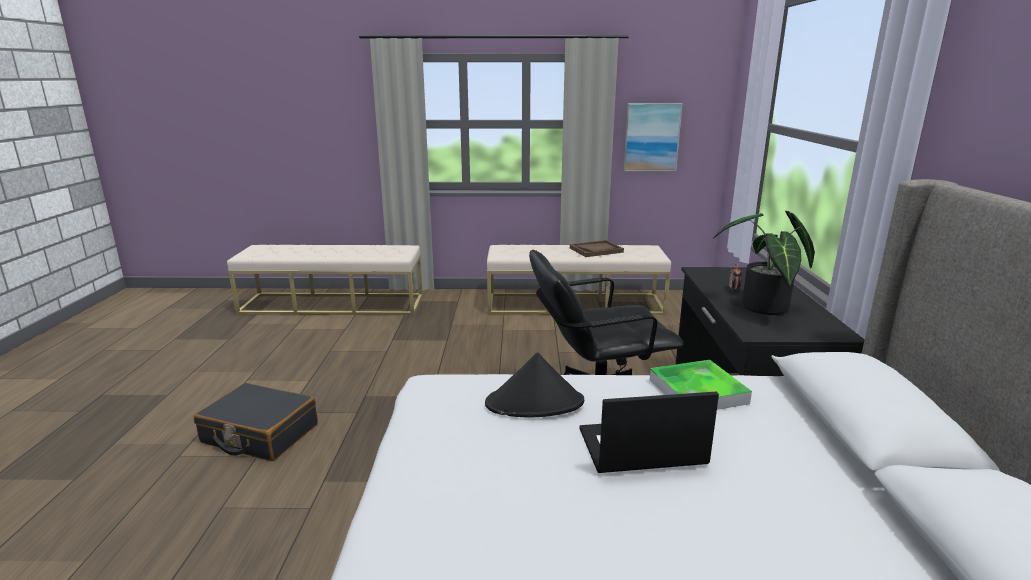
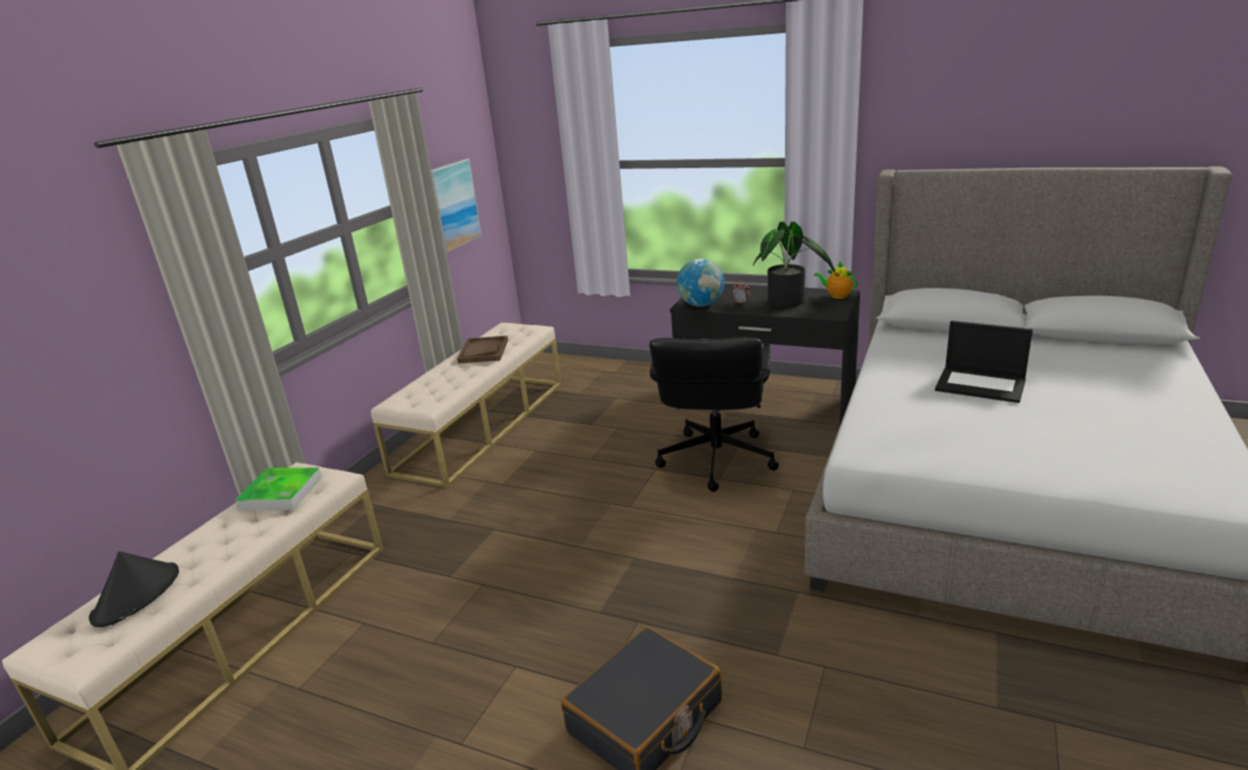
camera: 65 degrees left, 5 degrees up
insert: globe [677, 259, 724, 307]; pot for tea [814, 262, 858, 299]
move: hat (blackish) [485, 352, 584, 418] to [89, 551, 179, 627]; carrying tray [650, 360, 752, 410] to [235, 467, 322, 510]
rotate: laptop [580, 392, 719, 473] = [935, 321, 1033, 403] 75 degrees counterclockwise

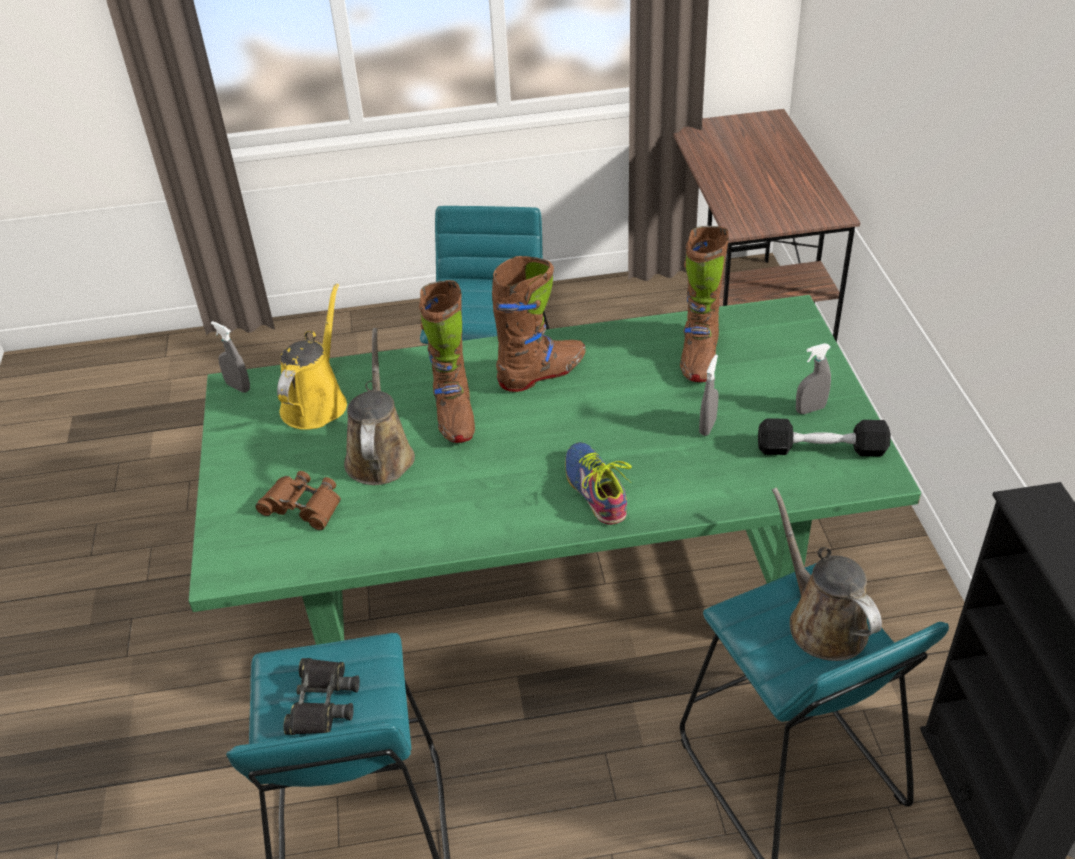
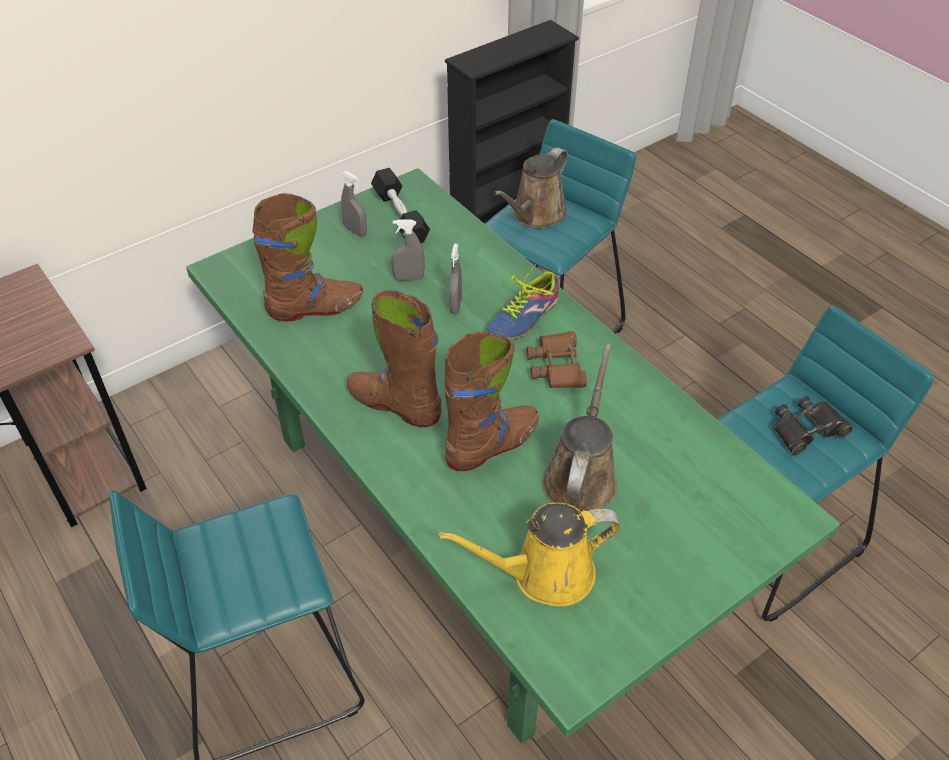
camera: 120 degrees left, 5 degrees up
move: sprayer (gray) [211, 321, 250, 393] to [449, 243, 462, 314]; pair of binoculars (brownish) [255, 471, 341, 530] to [527, 331, 587, 388]
rotate: watering can (brownish) [344, 328, 415, 485] = [542, 344, 617, 512] 135 degrees clockwise

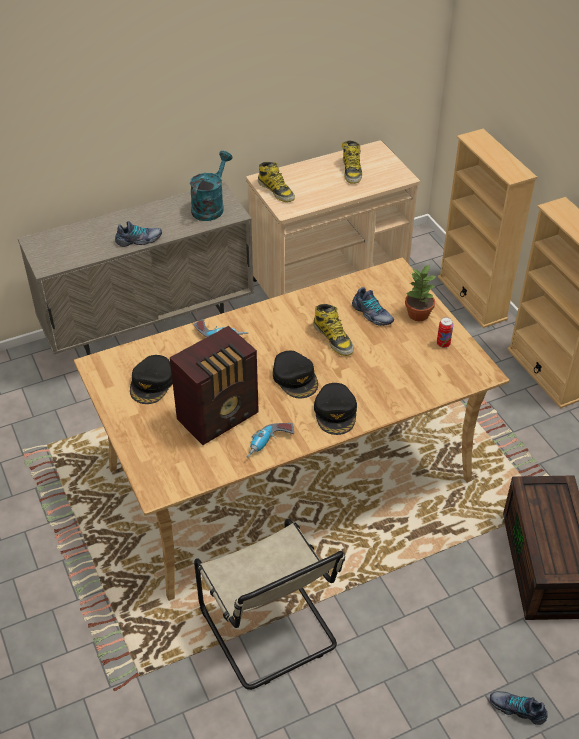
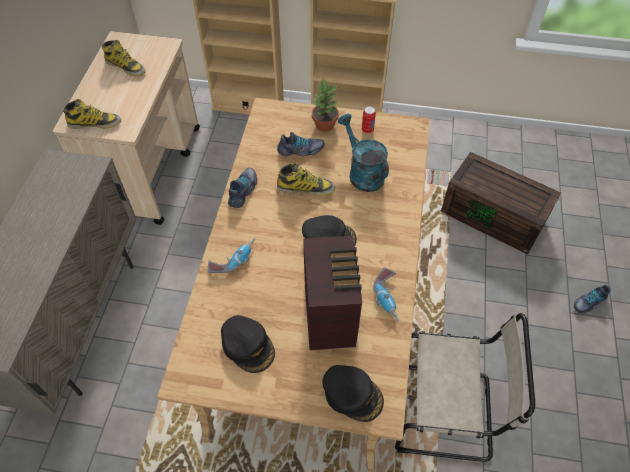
camera: 55 degrees left, 10 degrees up
move: item of footwear [115, 221, 162, 247] to [228, 168, 257, 208]; watering can (turquoise) [190, 151, 233, 221] to [337, 114, 389, 192]; baseball cap (blackish) [314, 383, 357, 435] to [322, 365, 384, 422]

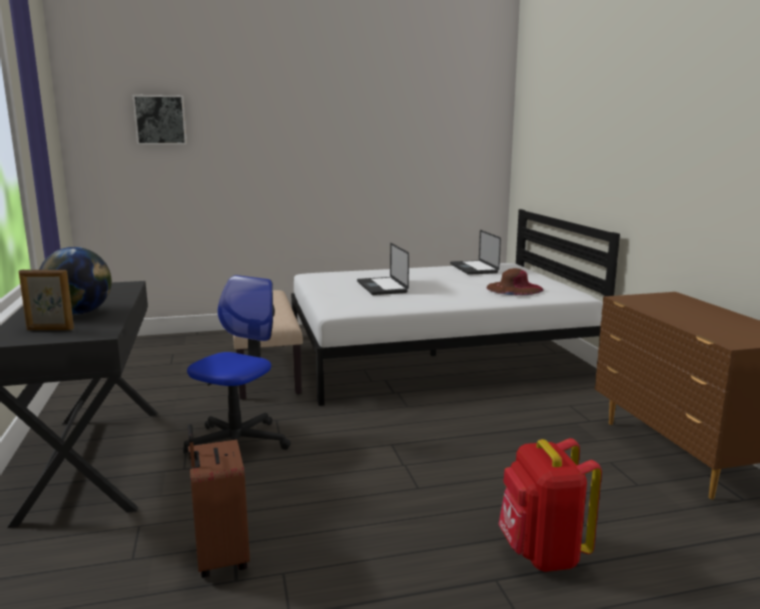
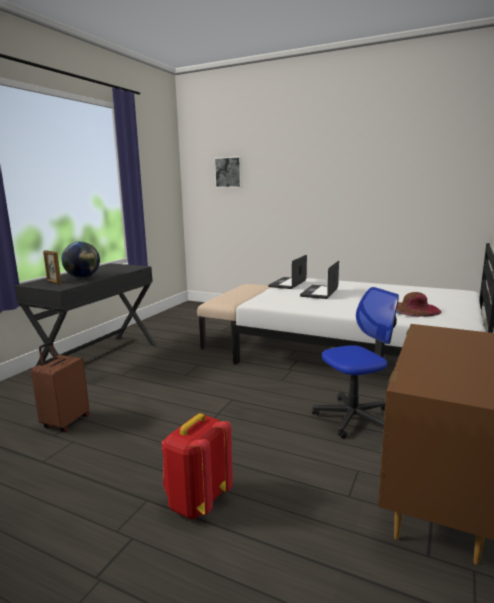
camera: 40 degrees right, 0 degrees up
move: computer chair [183, 275, 291, 454] to [312, 287, 399, 439]; laptop [450, 230, 501, 275] to [268, 255, 307, 289]

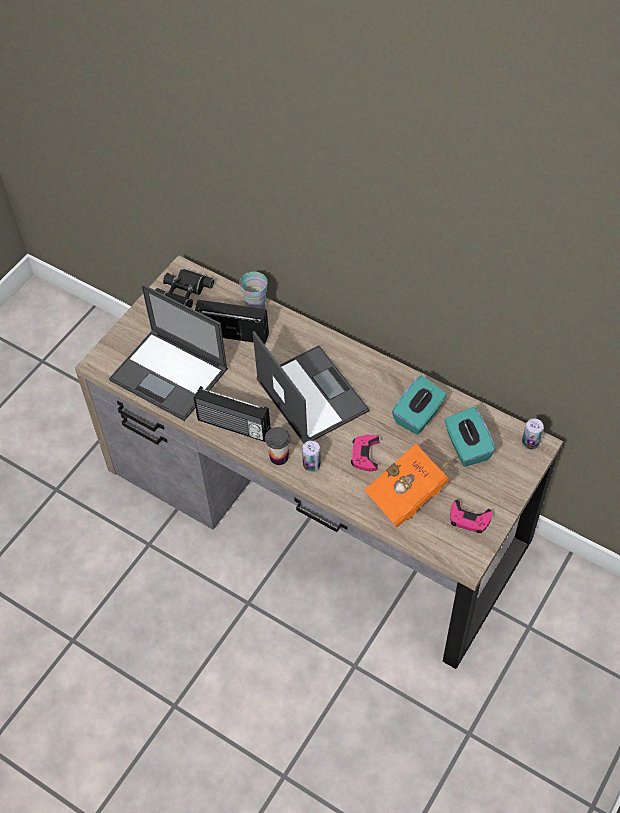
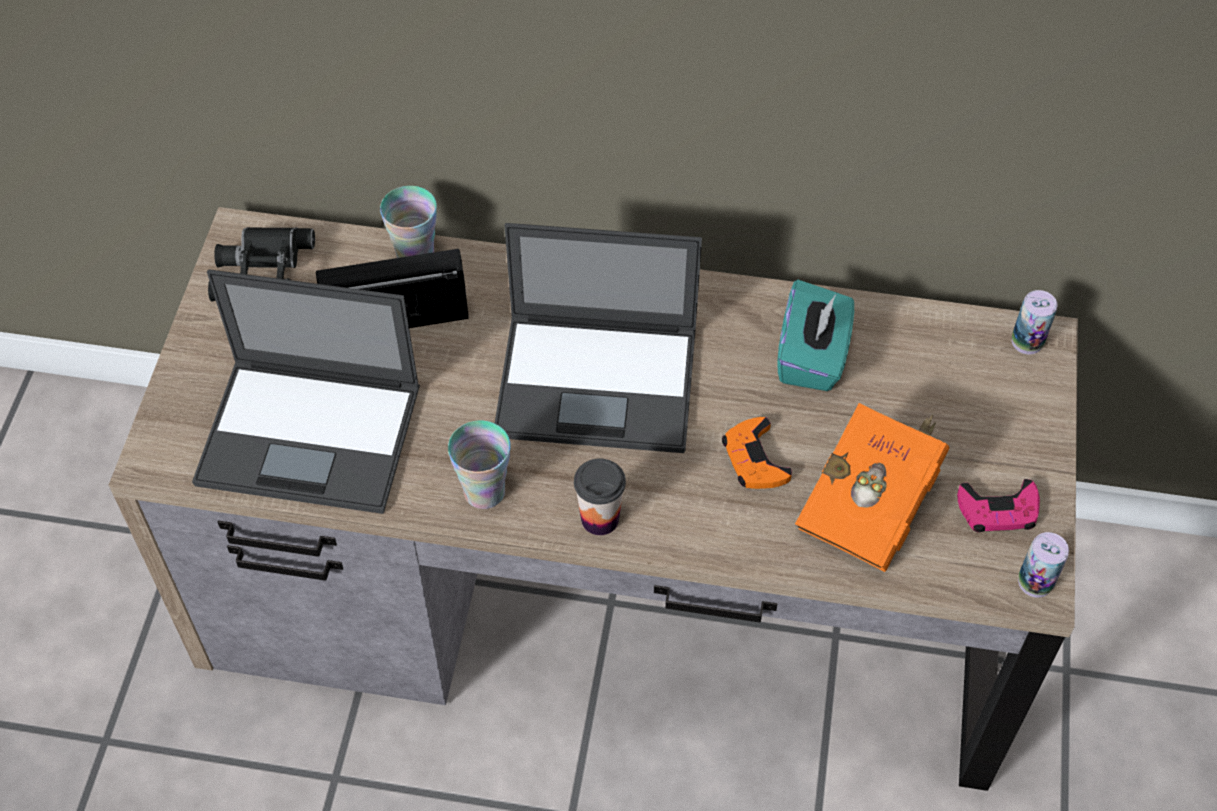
camera: 25 degrees left, 0 degrees up
delete: tissue box (turquoise) [444, 406, 495, 467]
move: sealed can [302, 441, 321, 473] to [1018, 532, 1069, 598]
replace: radio set [194, 386, 271, 442] to cup [448, 420, 511, 509]
recolor: joypad (pink-coloured) [351, 435, 379, 471] to joypad (orange-coloured) [722, 417, 792, 489]
rotate: laptop [253, 331, 370, 444] = [495, 223, 702, 453] 150 degrees clockwise

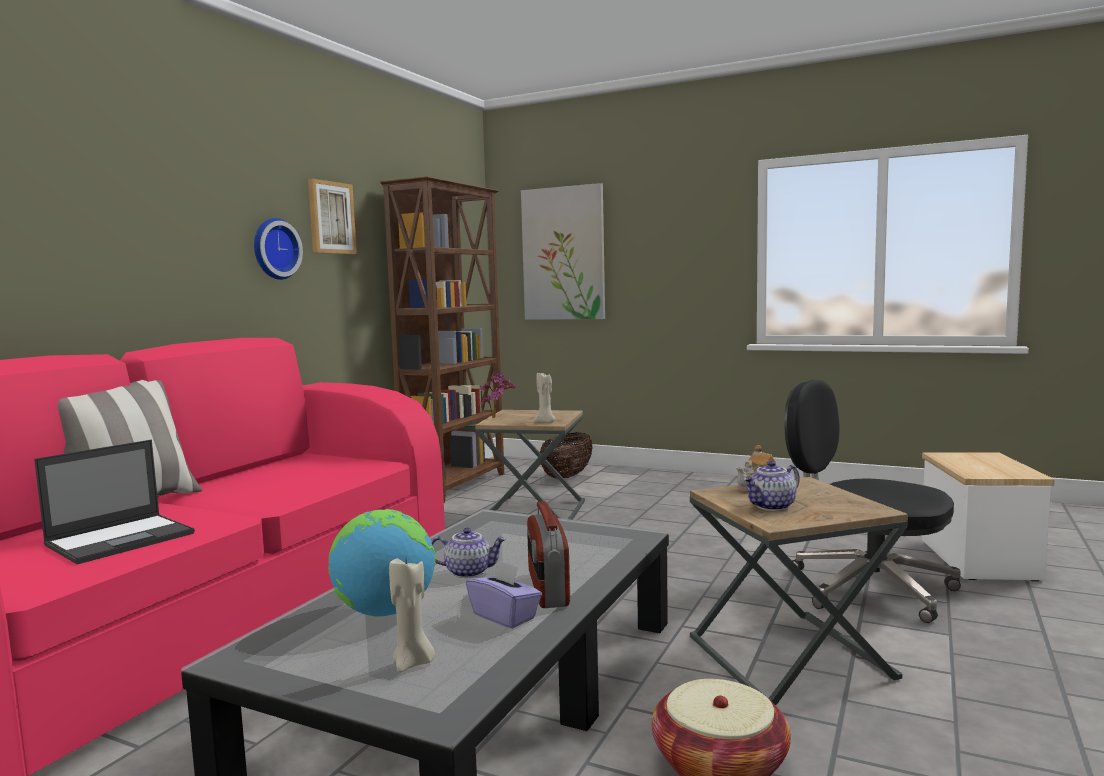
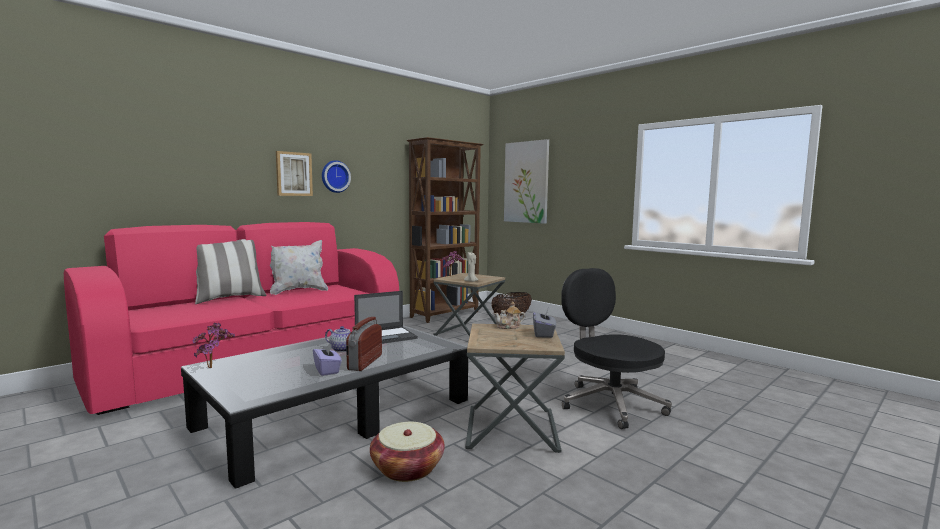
camera: 20 degrees right, 0 degrees up
delete: globe [328, 509, 435, 617]; candle (sand-coloured) [389, 559, 435, 672]; pot for tea [743, 461, 800, 511]; accent table [922, 452, 1055, 581]
insert: potted plant [192, 322, 235, 368]; throw pillow (white) [270, 240, 328, 295]; tissue box (gray) [533, 309, 556, 338]
move: laptop [34, 440, 195, 564] to [354, 291, 418, 344]; picture [308, 178, 357, 254] to [276, 151, 313, 196]

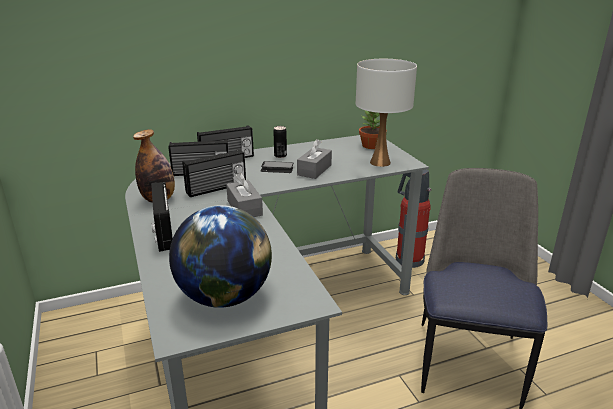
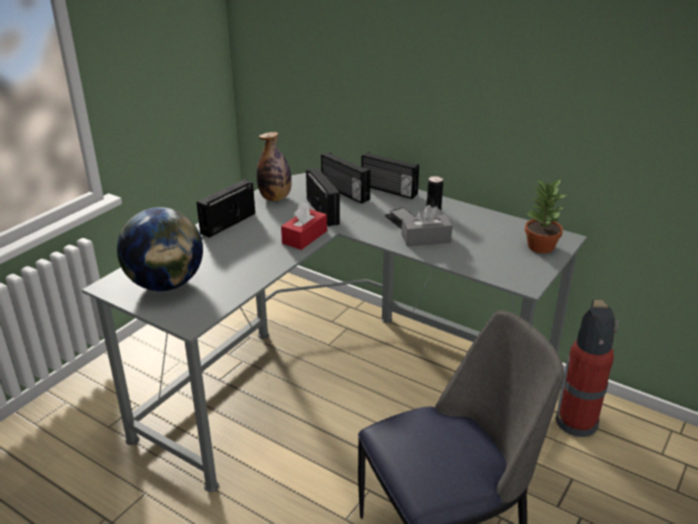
camera: 55 degrees right, 5 degrees up
delete: lamp for a table (white) [356, 59, 417, 167]
recolor: tissue box (gray) [226, 173, 263, 217] to tissue box (reddish) [281, 202, 327, 250]
rotate: radio set [182, 149, 246, 197] = [306, 167, 340, 226] 135 degrees counterclockwise

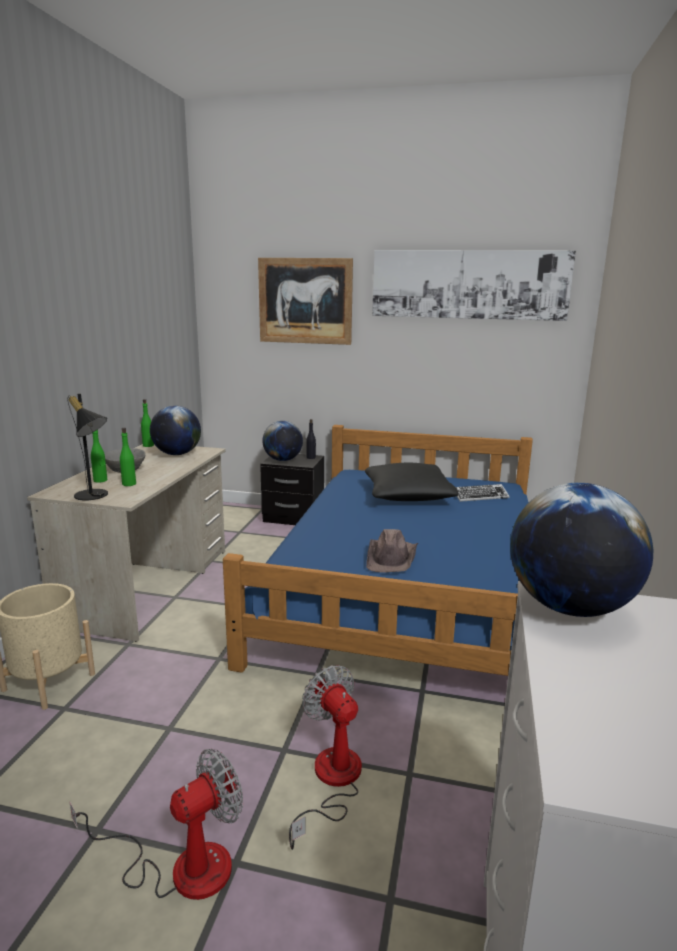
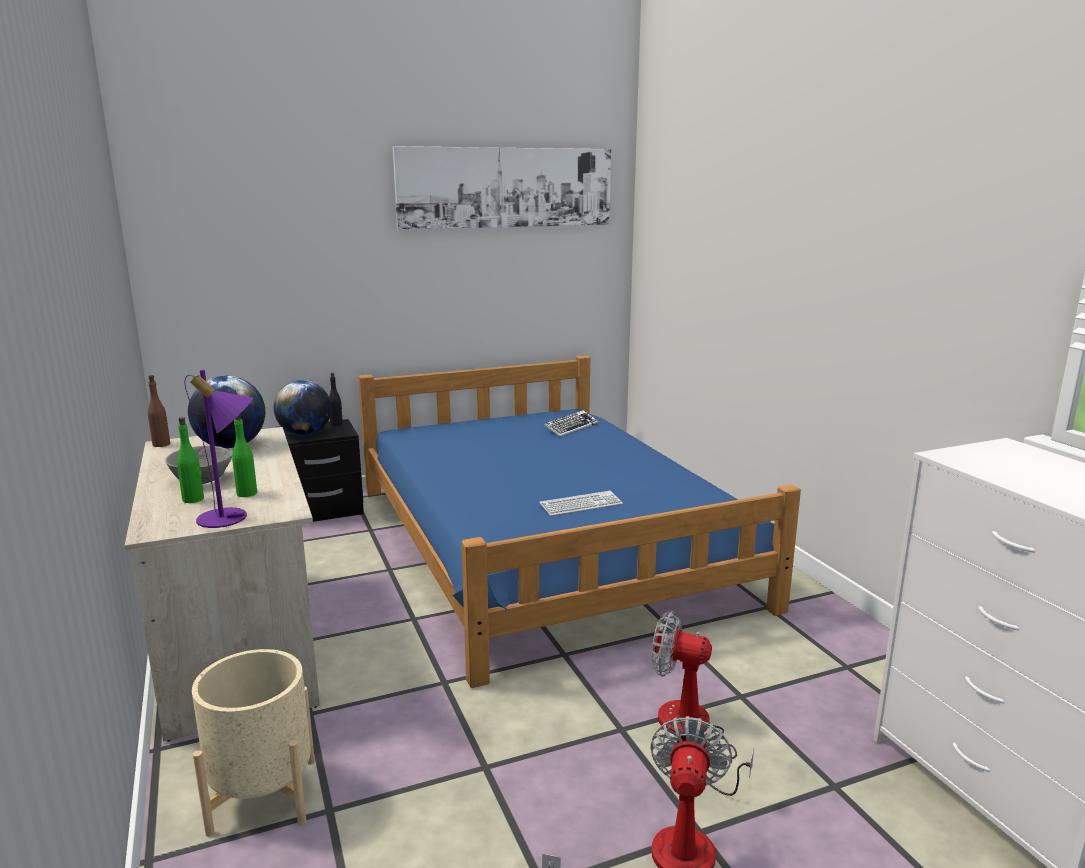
camera: 35 degrees left, 0 degrees up
delete: picture [258, 258, 353, 345]; throw pillow (blackish) [365, 463, 458, 501]; globe [510, 483, 653, 617]
replace: hat (brownish) [366, 529, 418, 572] to keyboard [539, 491, 623, 516]
recolor: lamp for a table (blackish) [67, 393, 108, 500] to lamp for a table (purplish) [184, 370, 253, 528]; drink bottle (green) [141, 399, 154, 447] to drink bottle (brownish) [148, 375, 170, 447]

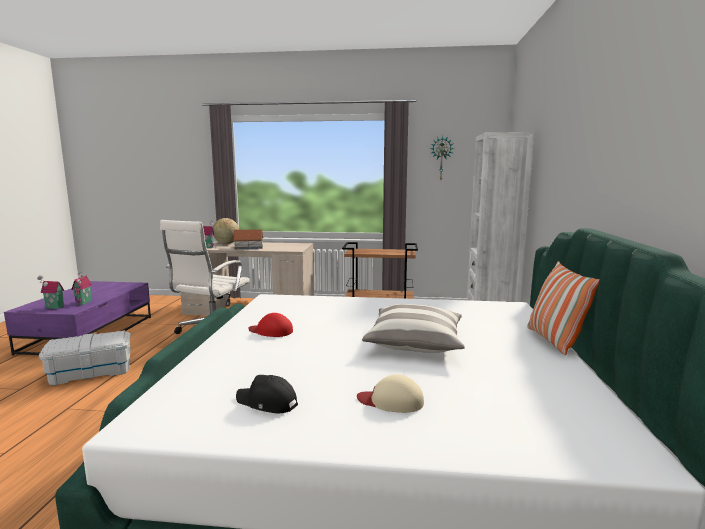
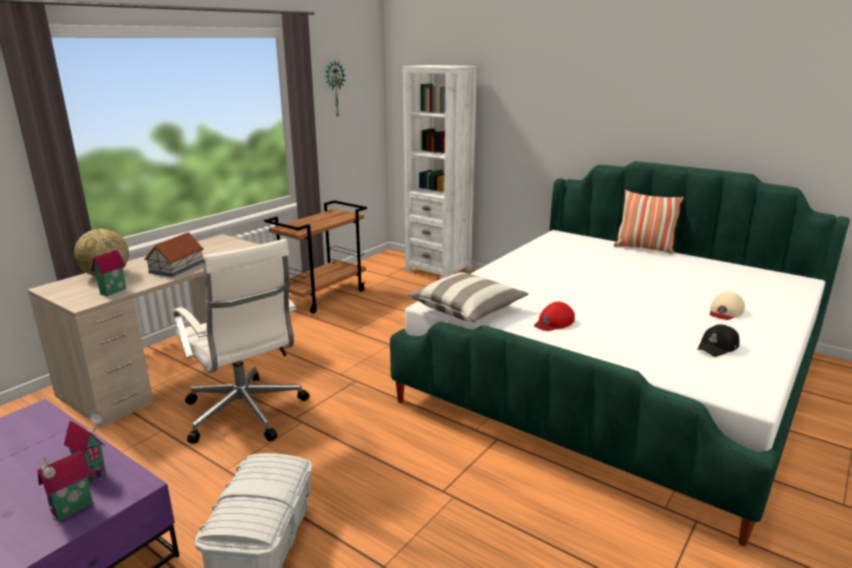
camera: 60 degrees left, 10 degrees up
move: throw pillow [362, 304, 465, 353] to [406, 272, 528, 322]

